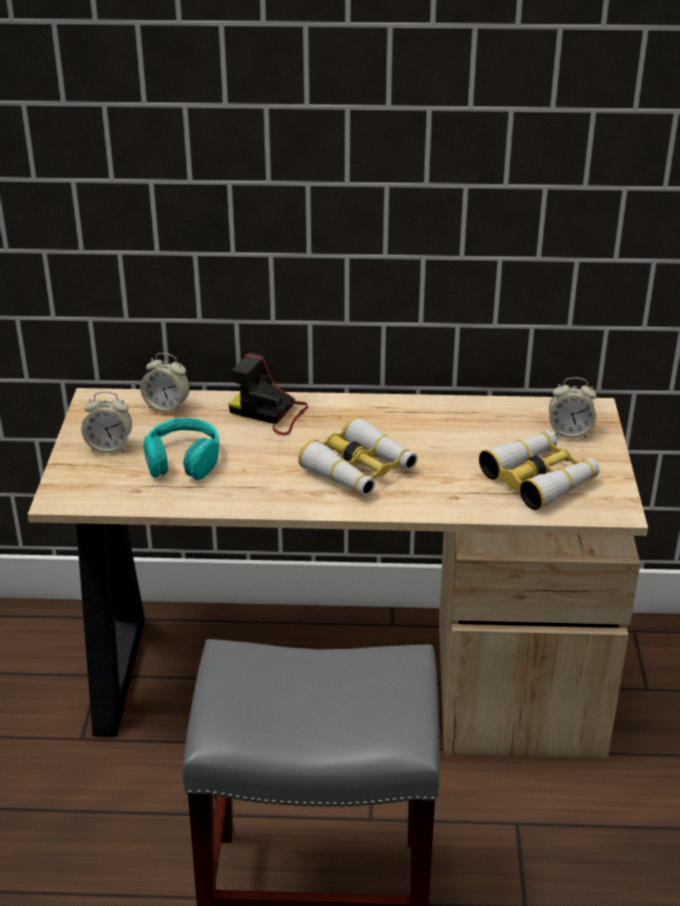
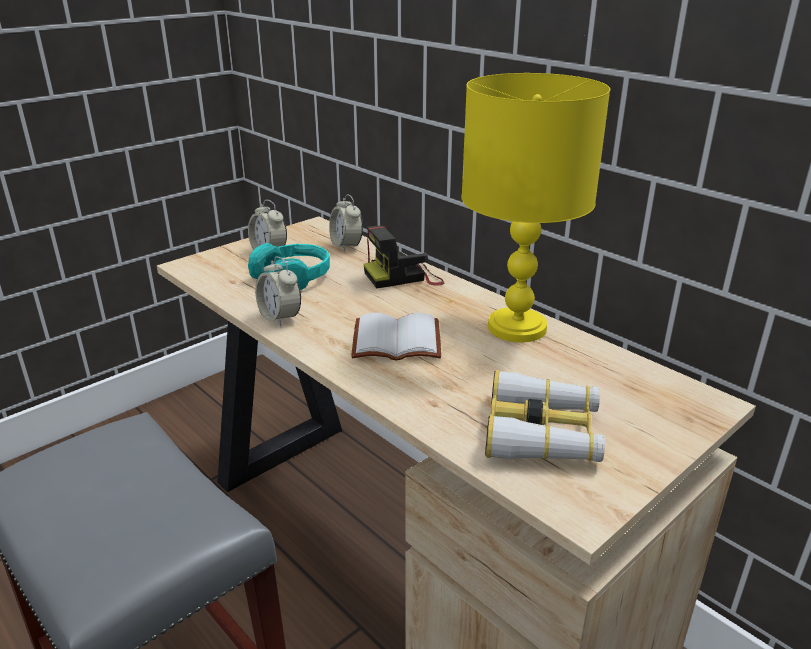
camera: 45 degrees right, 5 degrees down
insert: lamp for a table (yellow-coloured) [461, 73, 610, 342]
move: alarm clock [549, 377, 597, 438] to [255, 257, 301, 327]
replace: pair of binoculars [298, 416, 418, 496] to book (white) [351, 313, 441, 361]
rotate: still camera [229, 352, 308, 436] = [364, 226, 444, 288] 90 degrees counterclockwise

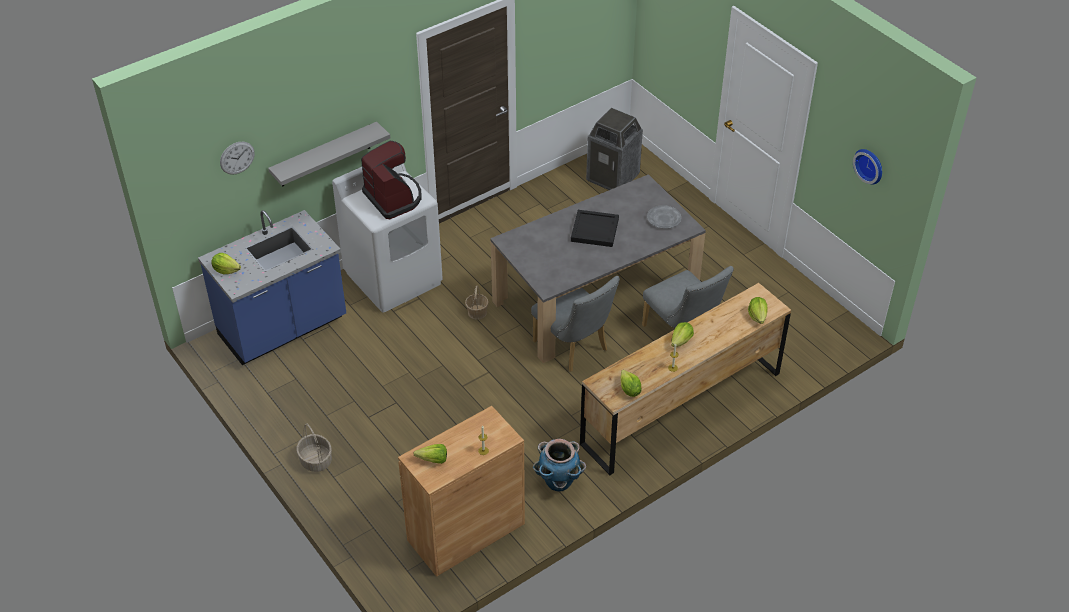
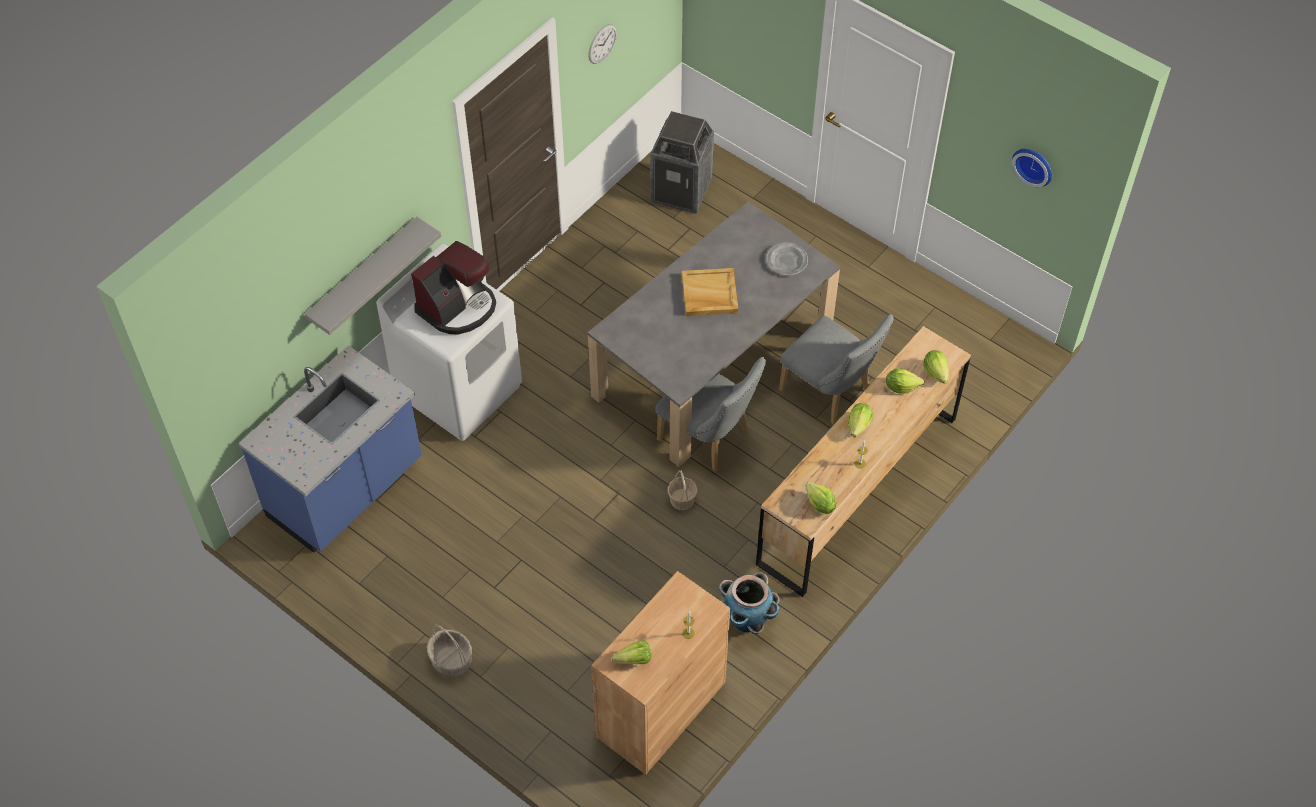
camera: 15 degrees left, 10 degrees up
move: lettuce [211, 253, 241, 274] to [886, 368, 925, 394]; wall clock [220, 142, 255, 175] to [588, 24, 617, 64]; household basket [465, 286, 489, 320] to [668, 470, 697, 510]
recolor: carrying tray (blackish) [571, 210, 619, 247] to carrying tray (sand-coloured) [682, 268, 738, 316]
rotate: coffee machine [361, 141, 421, 219] = [411, 241, 496, 335] 90 degrees clockwise

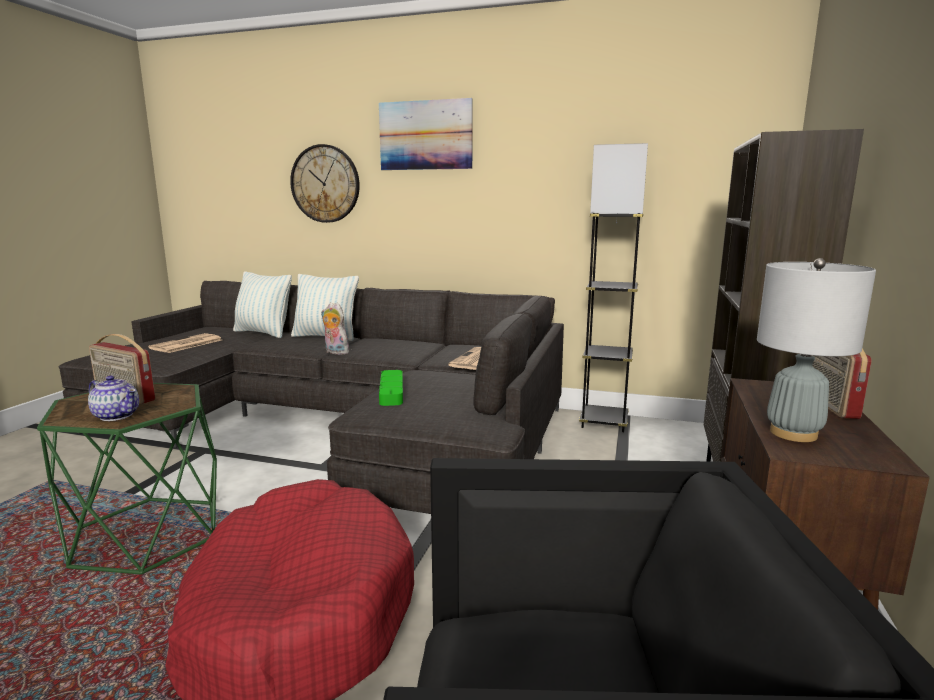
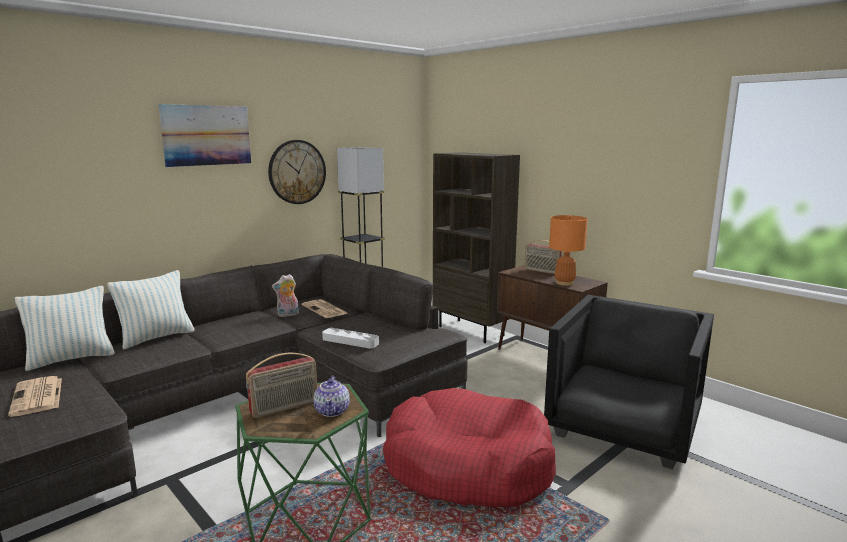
camera: 60 degrees left, 0 degrees up
move: wall clock [290, 144, 360, 223] to [268, 140, 326, 204]; soft toy [321, 302, 349, 355] to [272, 274, 299, 317]
recolor: carrying tray (green) [379, 370, 403, 406] to carrying tray (gray) [322, 328, 379, 349]; lamp for a table (gray) [757, 258, 876, 442] to lamp for a table (orange-coloured) [549, 215, 588, 286]
rotate: pot for tea [88, 375, 139, 421] = [314, 376, 350, 417] 120 degrees clockwise

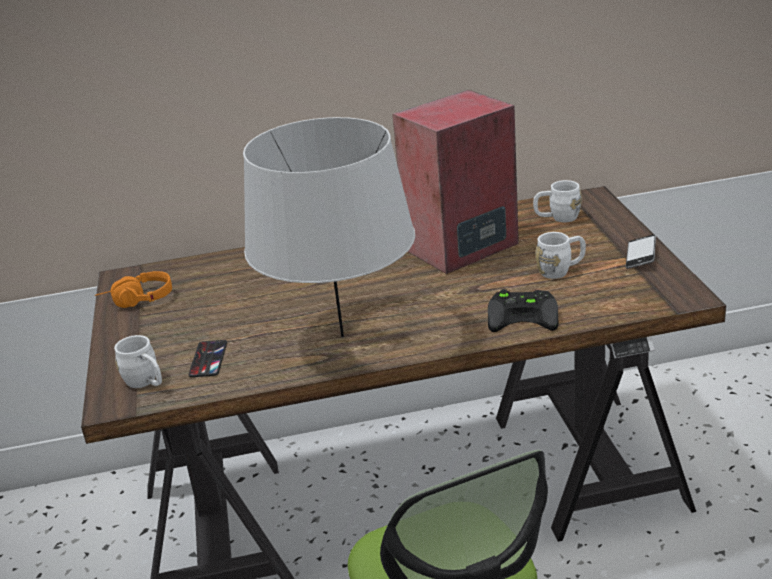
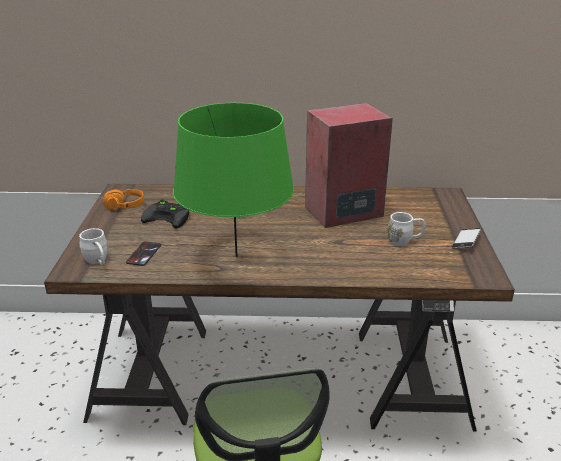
camera: 10 degrees right, 0 degrees up
delete: tea mug (white) [533, 180, 582, 223]
move: joypad (blackish) [488, 289, 559, 332] to [141, 199, 189, 228]
recolor: lamp for a table (gray) [243, 117, 415, 337] to lamp for a table (green) [173, 103, 294, 257]

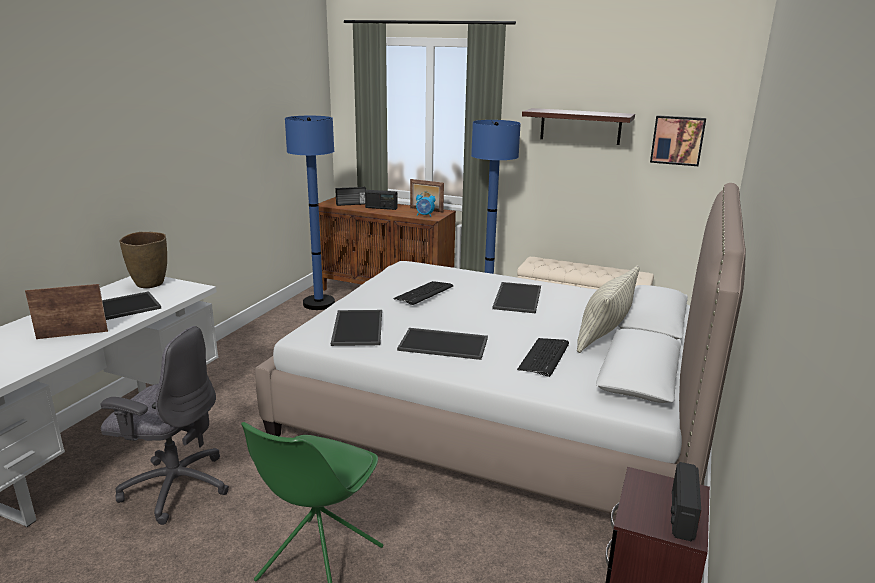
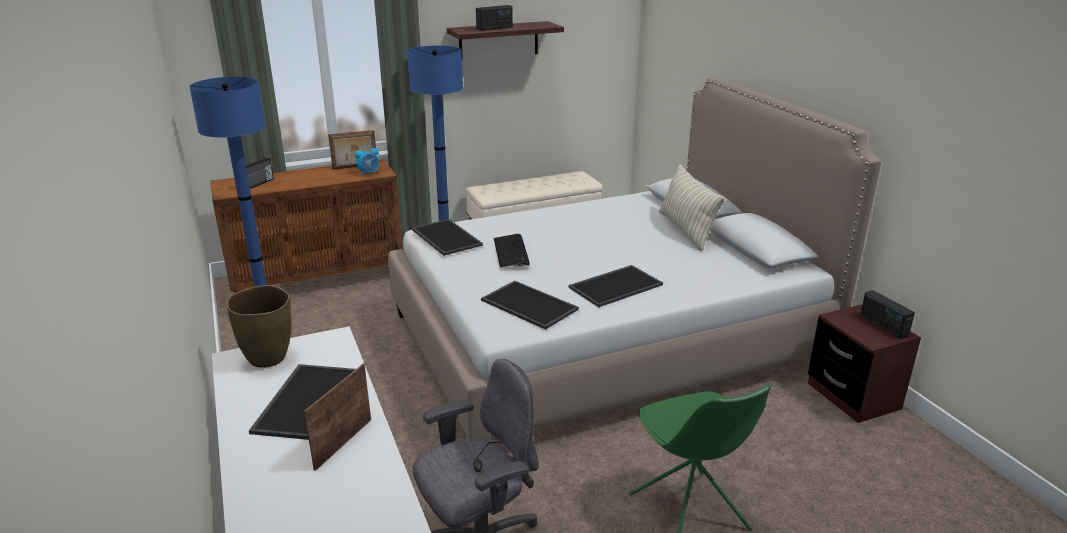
camera: 45 degrees left, 5 degrees up
delete: keyboard [517, 338, 569, 377]; picture [650, 115, 706, 166]
move: radio set [365, 190, 397, 210] to [476, 5, 513, 31]; carrying tray [492, 282, 541, 313] to [412, 219, 483, 256]

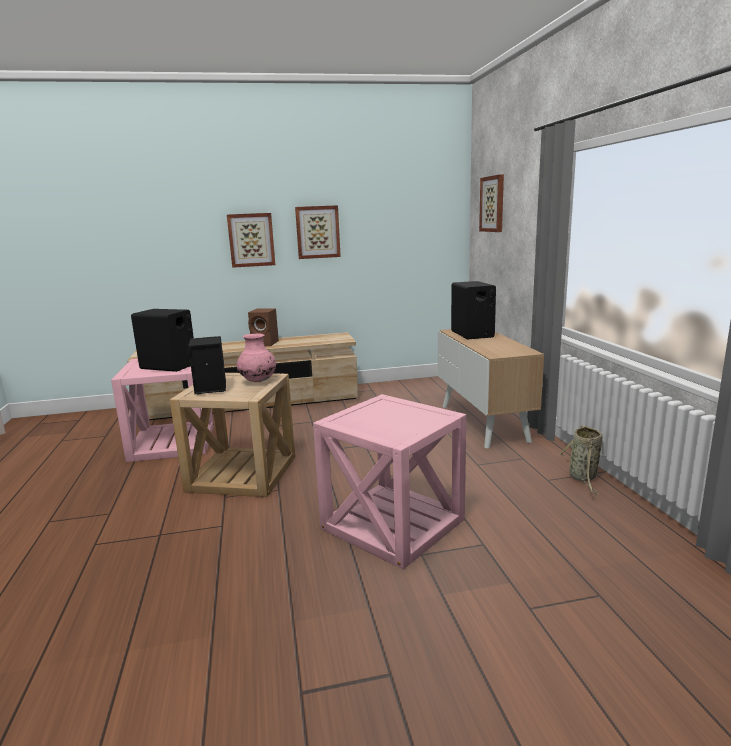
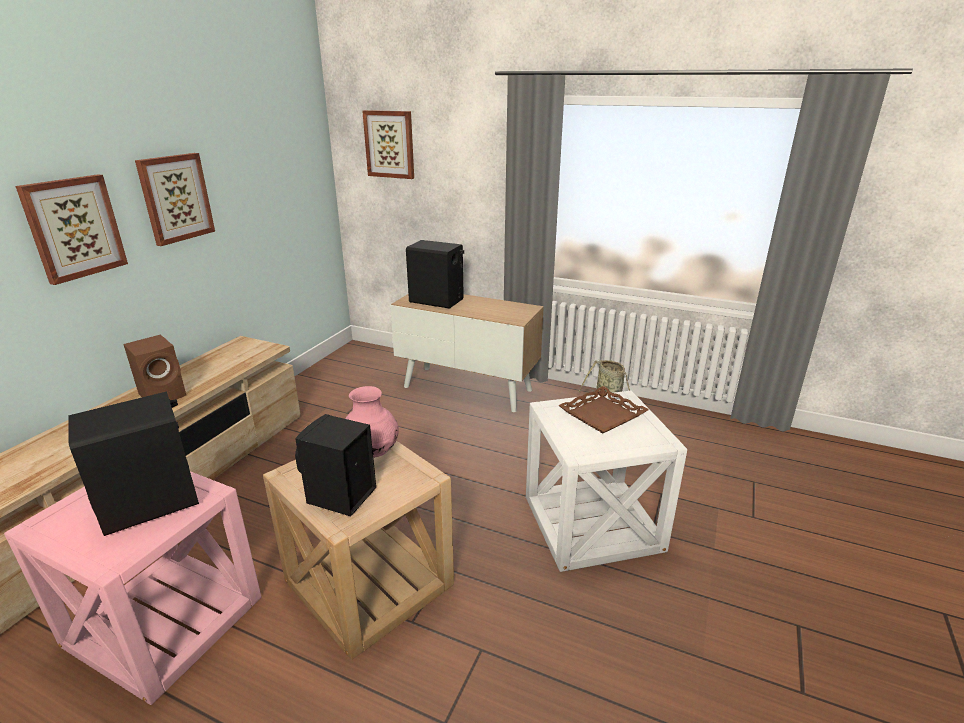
camera: 55 degrees left, 10 degrees up
insert: carrying tray (brownish) [558, 386, 649, 433]
recolor: accent table (pink-coloured) [313, 394, 466, 569] to accent table (white) [526, 391, 687, 572]

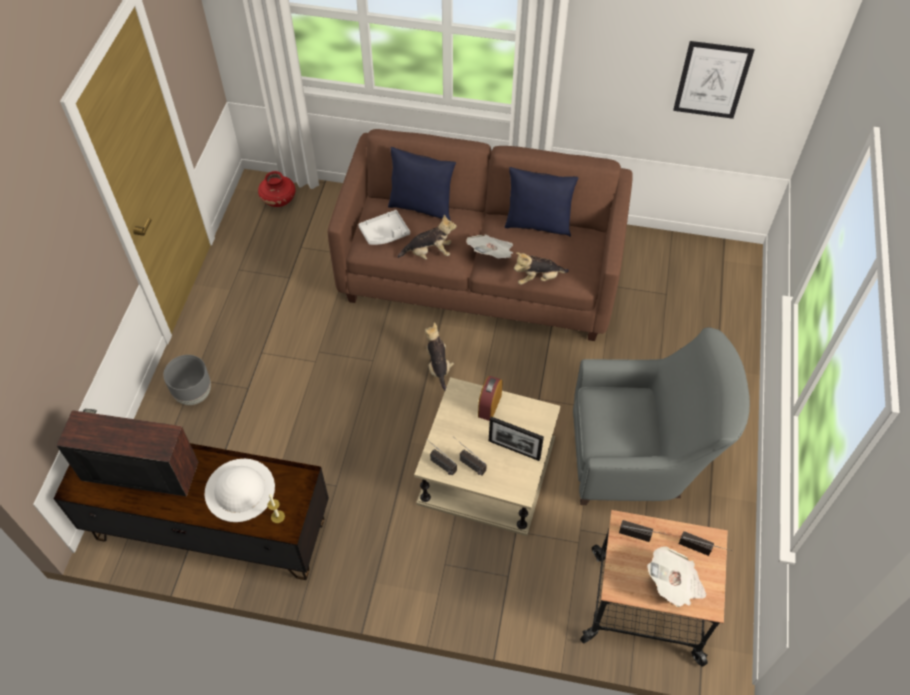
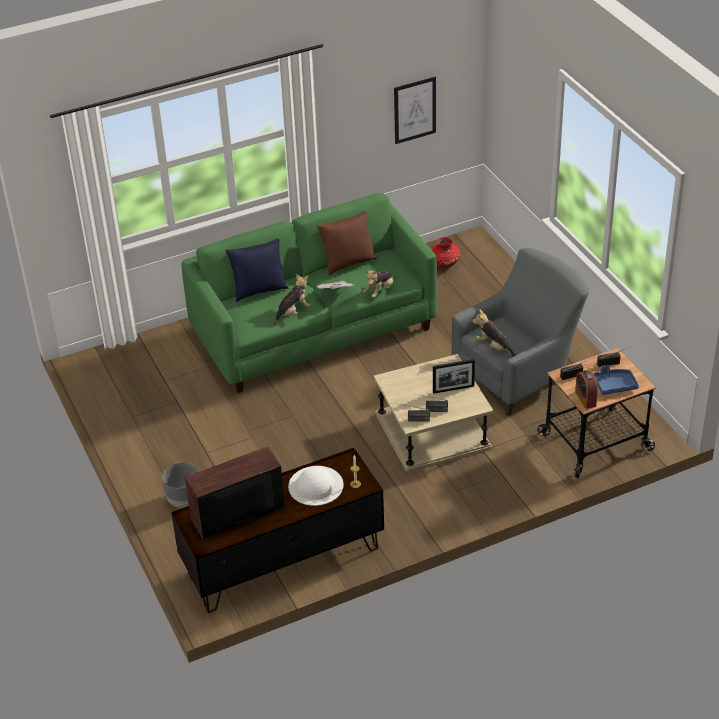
camera: 35 degrees left, 15 degrees down
delete: carrying tray (white) [358, 210, 410, 245]
move: vase (reddish) [258, 171, 296, 207] to [431, 237, 460, 268]; soft toy [425, 322, 454, 391] to [472, 309, 517, 356]; alarm clock [478, 376, 503, 421] to [575, 370, 598, 409]
replace: newspaper [647, 546, 706, 607] to carrying tray (blue-coloured) [594, 365, 639, 395]
recolor: sofa (brownish) [328, 129, 633, 341] to sofa (green) [181, 193, 437, 393]; throw pillow (blue-coloured) [505, 167, 579, 236] to throw pillow (brownish) [317, 211, 377, 275]

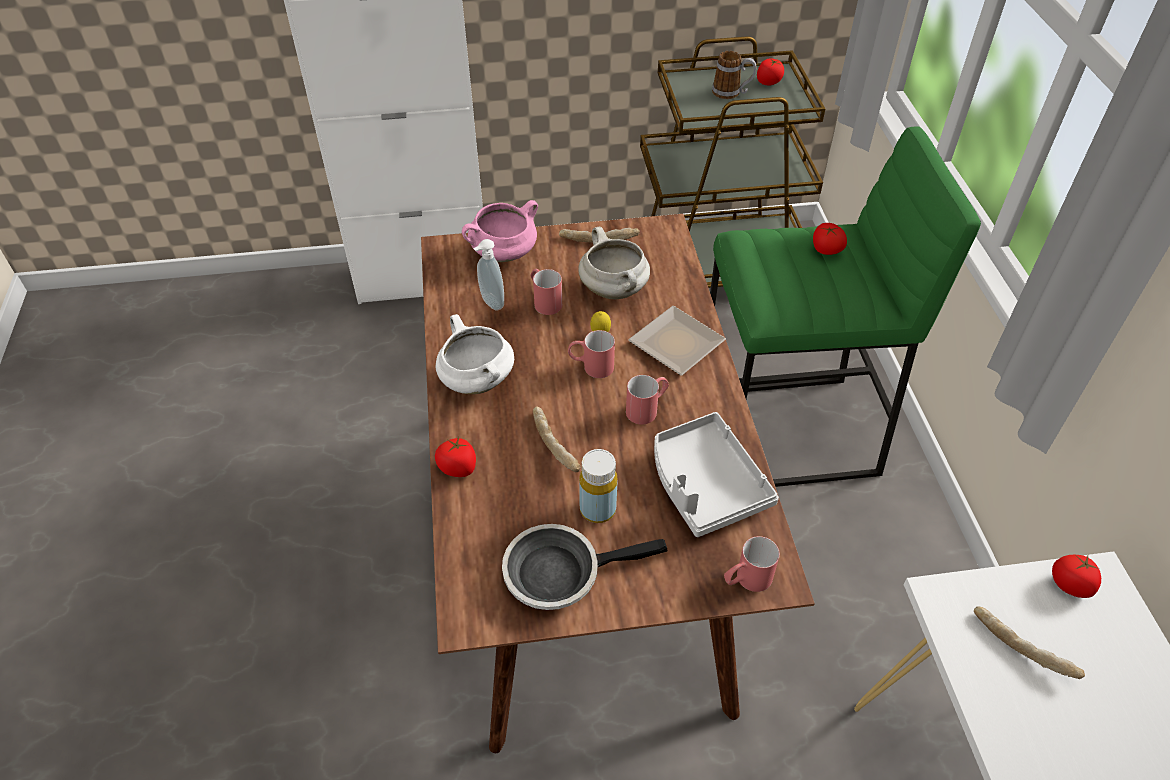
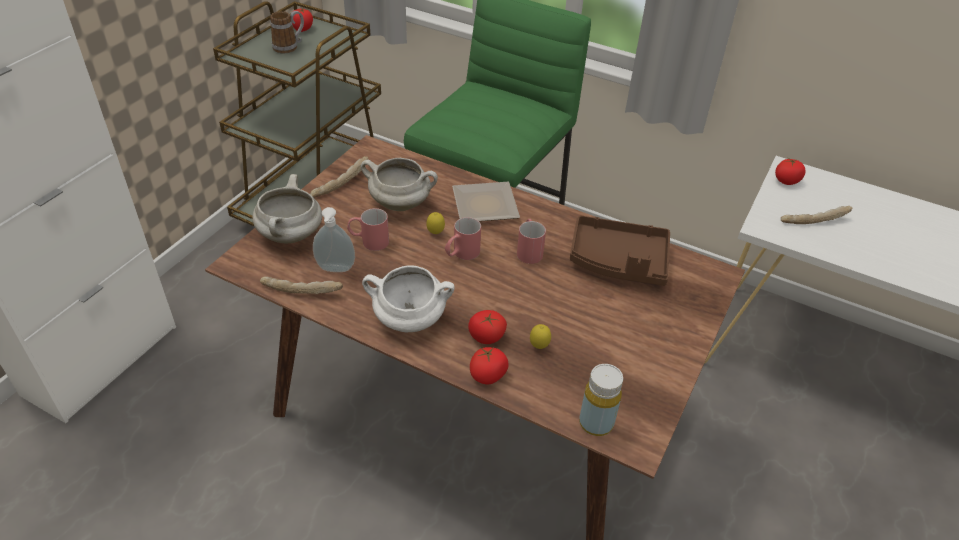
camera: 55 degrees left, 5 degrees down
delete: skillet [502, 524, 667, 610]; tea mug (reddish) [724, 536, 780, 592]
insert: citrus fruit [530, 324, 551, 349]
move: bread [533, 406, 581, 472] to [260, 276, 343, 294]; drink bottle (yellow-coloured) [579, 449, 618, 523] to [579, 364, 623, 436]; tomato [813, 223, 847, 255] to [468, 310, 507, 344]
recolor: saucepot (pink-coloured) [462, 200, 538, 262] to saucepot (white) [252, 174, 322, 243]; carrying tray (gray) [654, 412, 779, 537] to carrying tray (brownish) [570, 215, 670, 286]

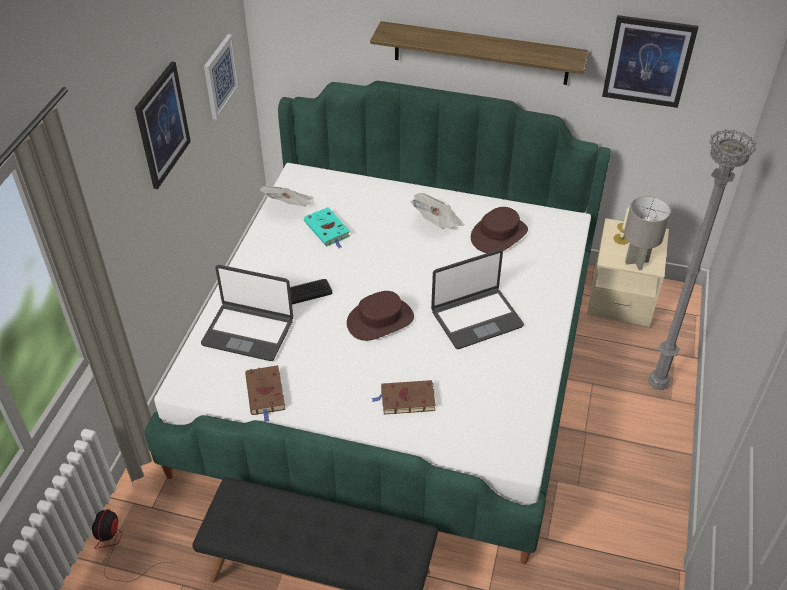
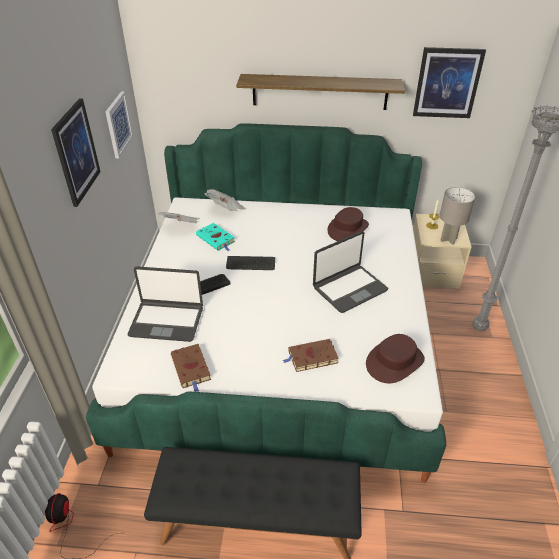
camera: 10 degrees left, 5 degrees down
insert: keyboard [226, 256, 275, 270]
move: hat (brownish) [347, 291, 414, 341] to [366, 334, 425, 383]; newspaper [411, 193, 464, 229] to [204, 189, 246, 211]

